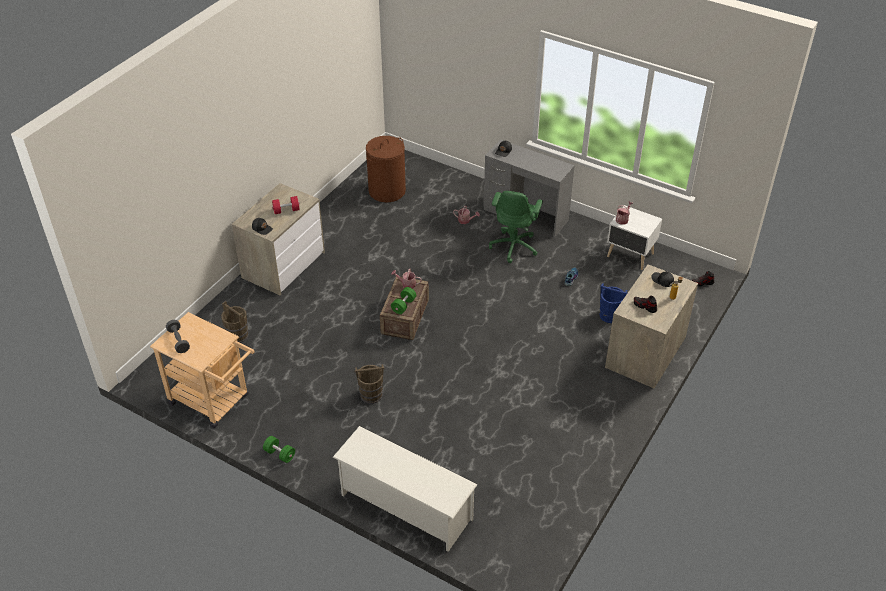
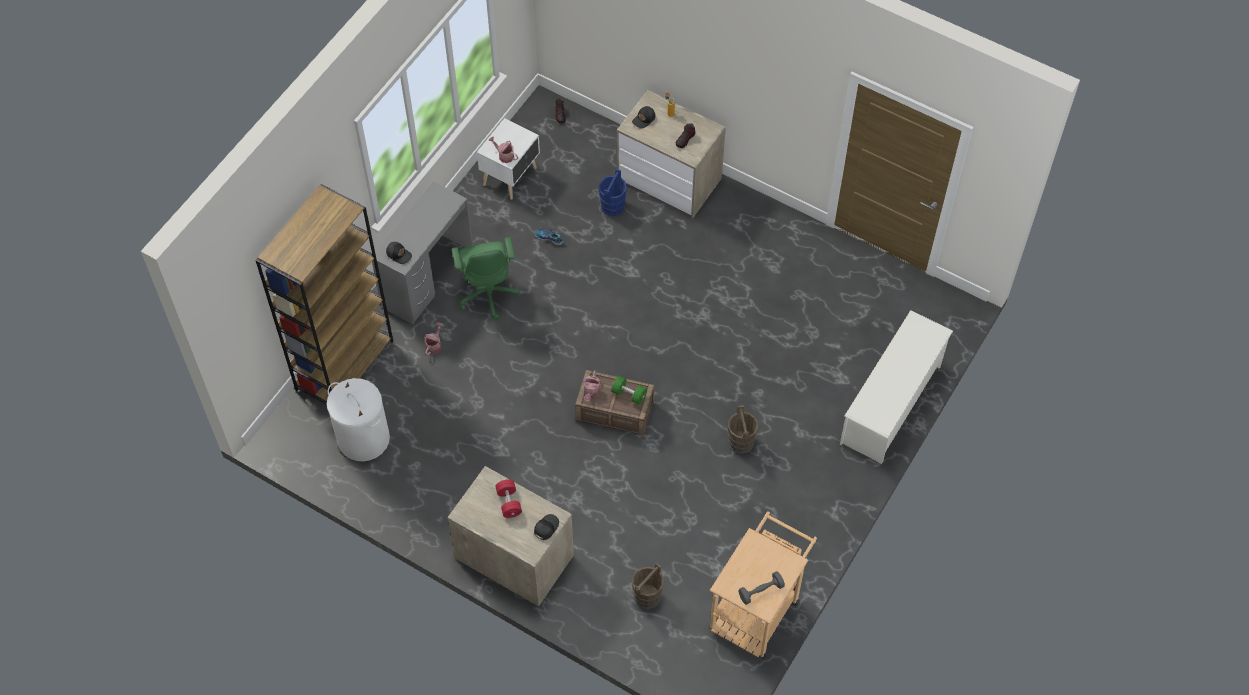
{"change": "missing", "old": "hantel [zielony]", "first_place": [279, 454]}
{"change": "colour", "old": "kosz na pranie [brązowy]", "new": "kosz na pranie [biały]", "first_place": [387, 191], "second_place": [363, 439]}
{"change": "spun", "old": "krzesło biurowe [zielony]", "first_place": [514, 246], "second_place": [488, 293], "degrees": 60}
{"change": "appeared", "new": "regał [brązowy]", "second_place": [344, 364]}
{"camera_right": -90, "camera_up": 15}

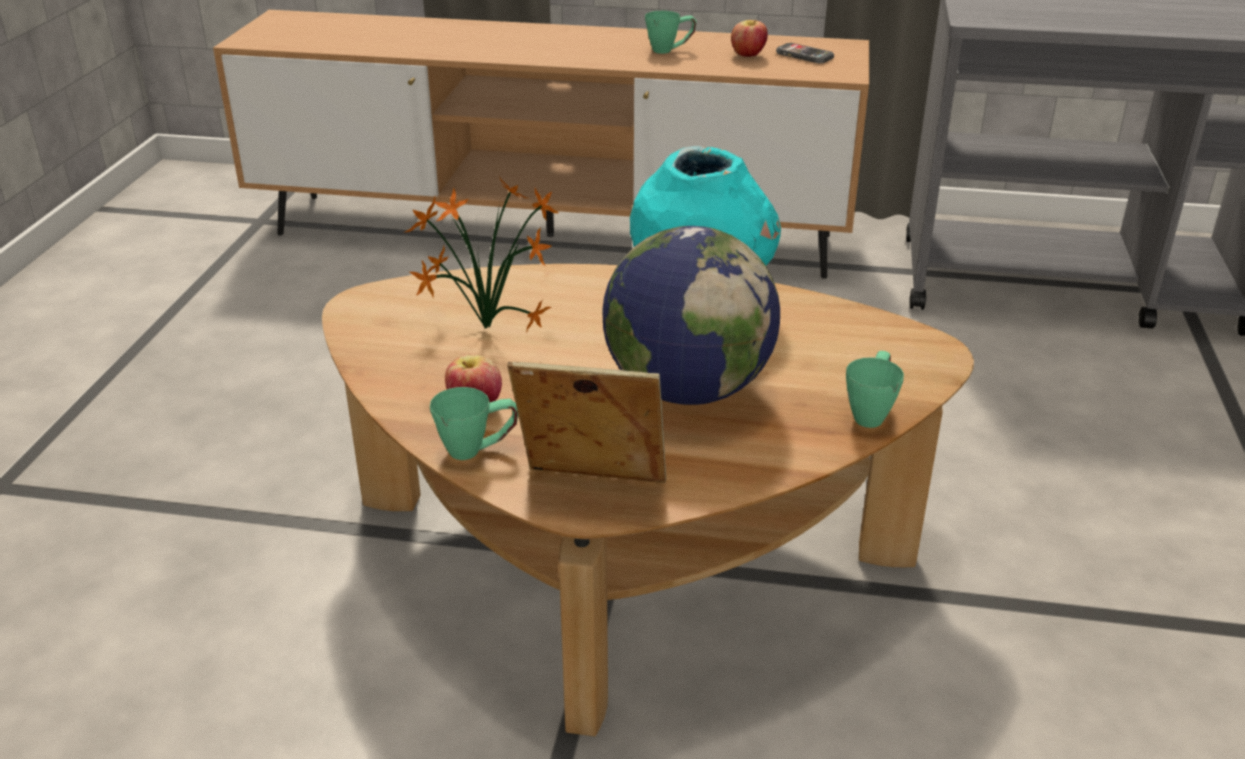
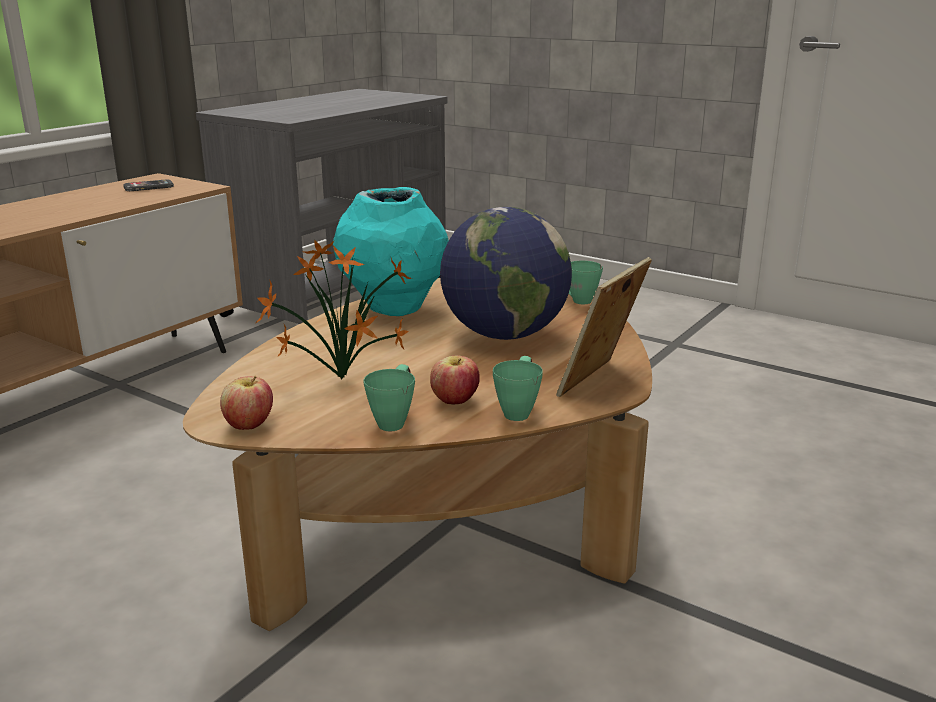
{"change": "relocated", "old": "kubek [zielony]", "first_place": [670, 50], "second_place": [394, 420]}
{"change": "relocated", "old": "jabłko", "first_place": [748, 55], "second_place": [249, 425]}
{"camera_right": -65, "camera_up": -10}

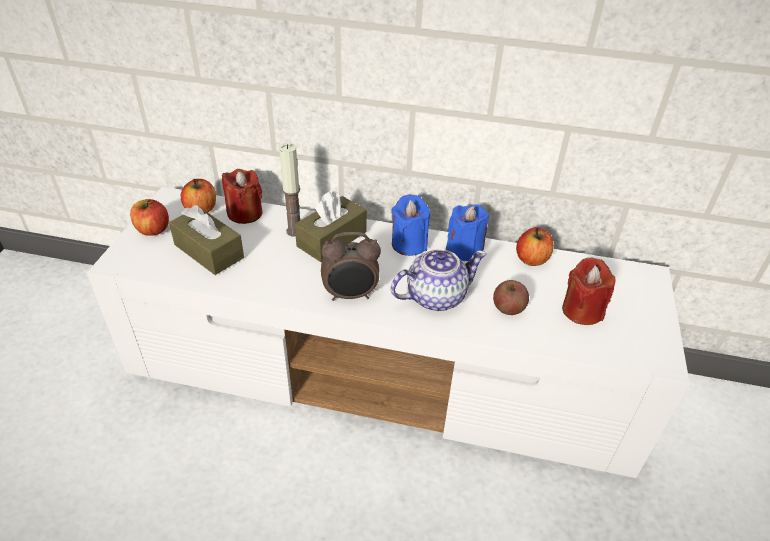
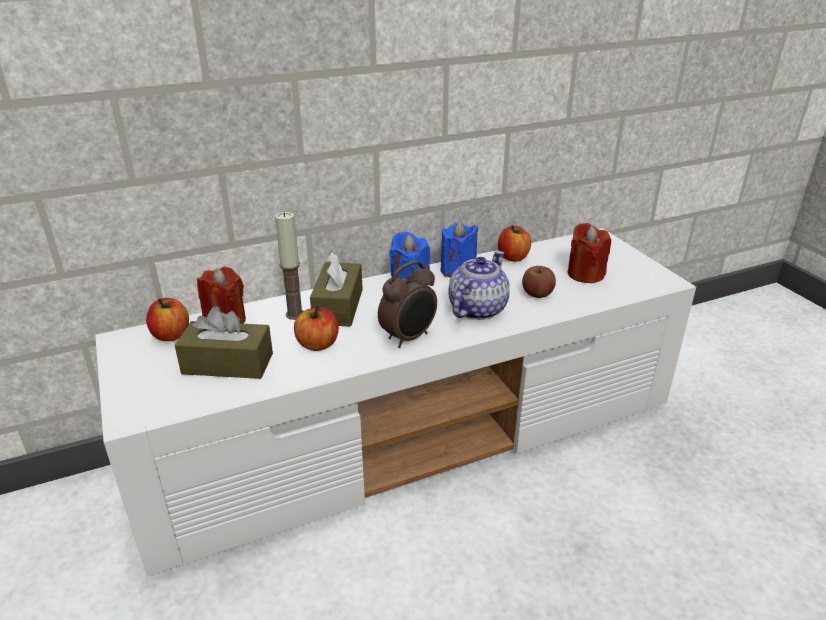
{"change": "relocated", "old": "jabłko", "first_place": [153, 230], "second_place": [317, 344]}
{"camera_right": -35, "camera_up": -10}

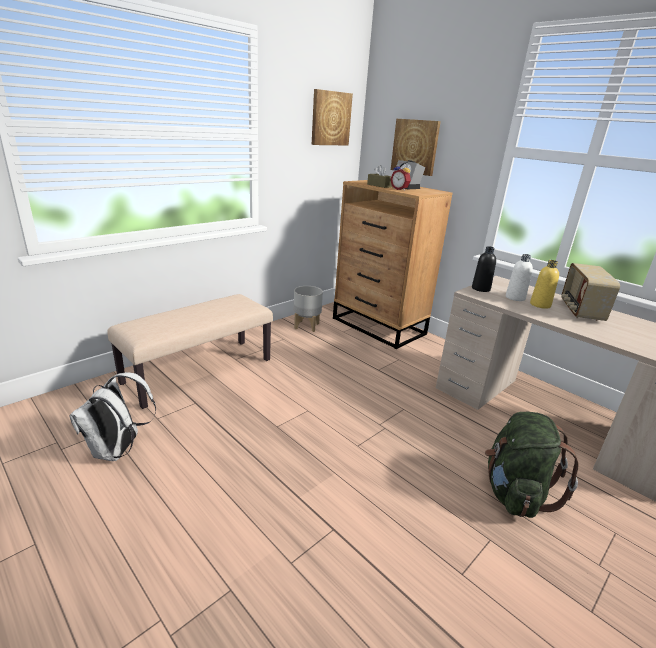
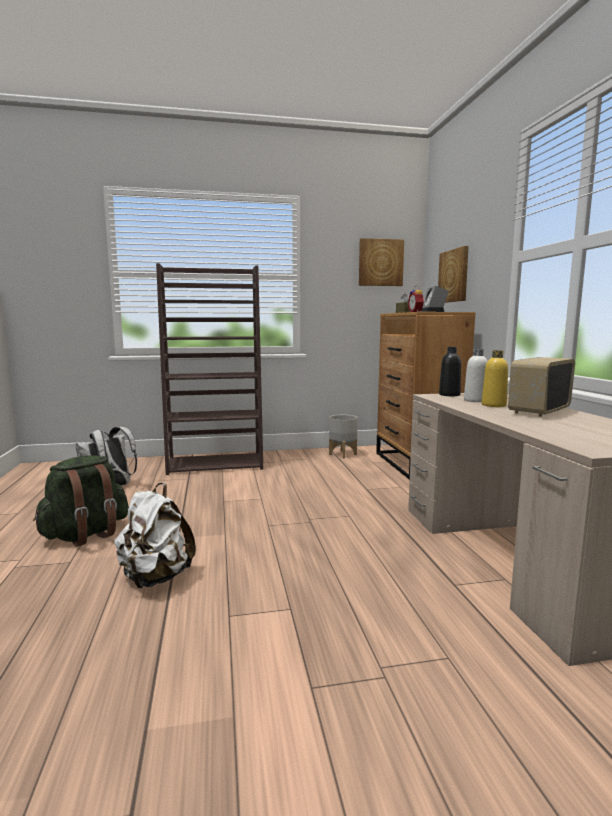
{"change": "exchanged", "old": "ławka [beżowy]", "new": "regał [brązowy]", "first_place": [199, 370], "second_place": [216, 464]}
{"change": "relocated", "old": "plecak [zielony]", "first_place": [514, 493], "second_place": [86, 534]}
{"change": "appeared", "new": "plecak [biały]", "second_place": [155, 578]}
{"camera_right": 35, "camera_up": -15}

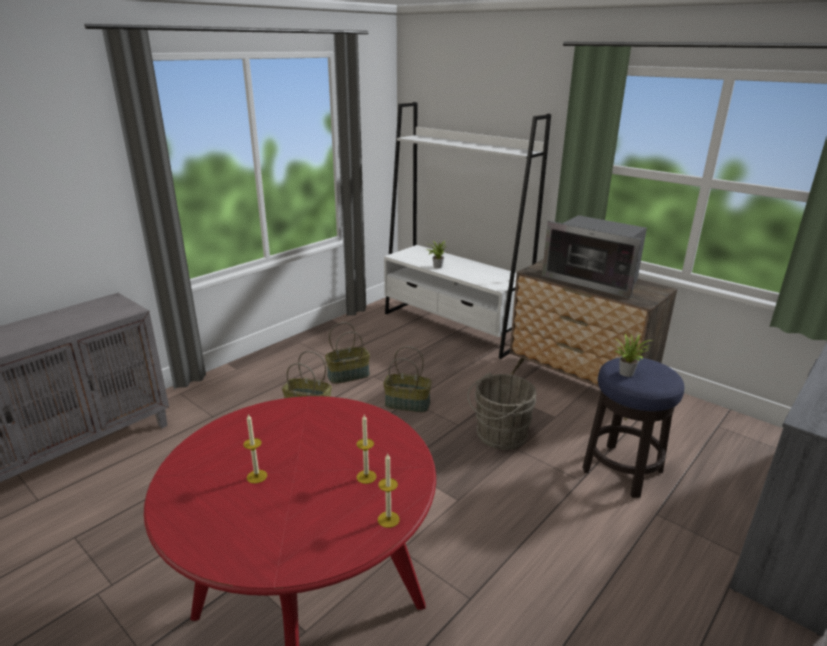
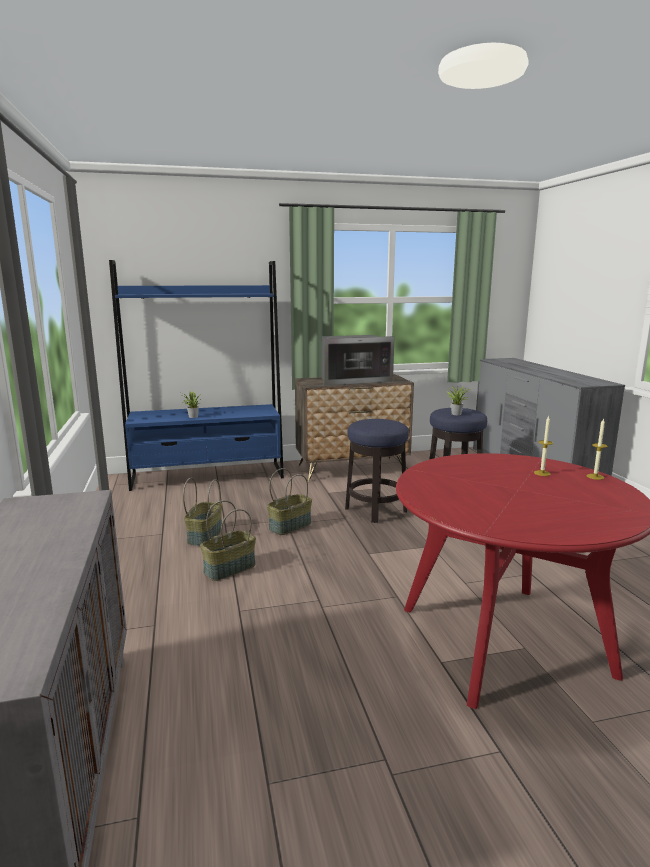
{"change": "missing", "old": "świeca", "first_place": [257, 476]}
{"change": "colour", "old": "regał [biały]", "new": "regał [niebieski]", "first_place": [453, 327], "second_place": [208, 476]}
{"change": "exchanged", "old": "wiadro [szary]", "new": "stołek", "first_place": [498, 436], "second_place": [376, 510]}
{"camera_right": -55, "camera_up": -10}

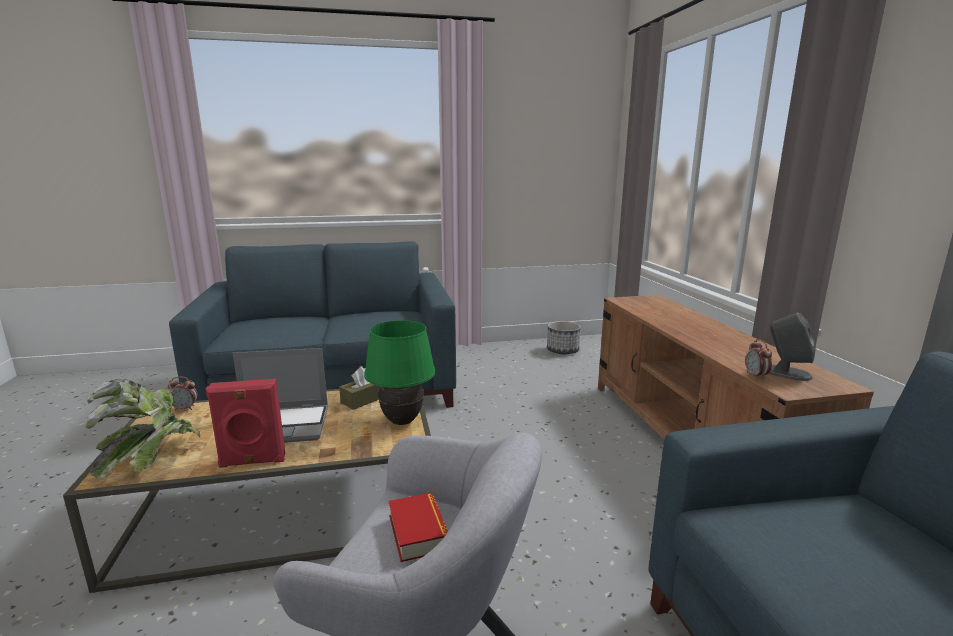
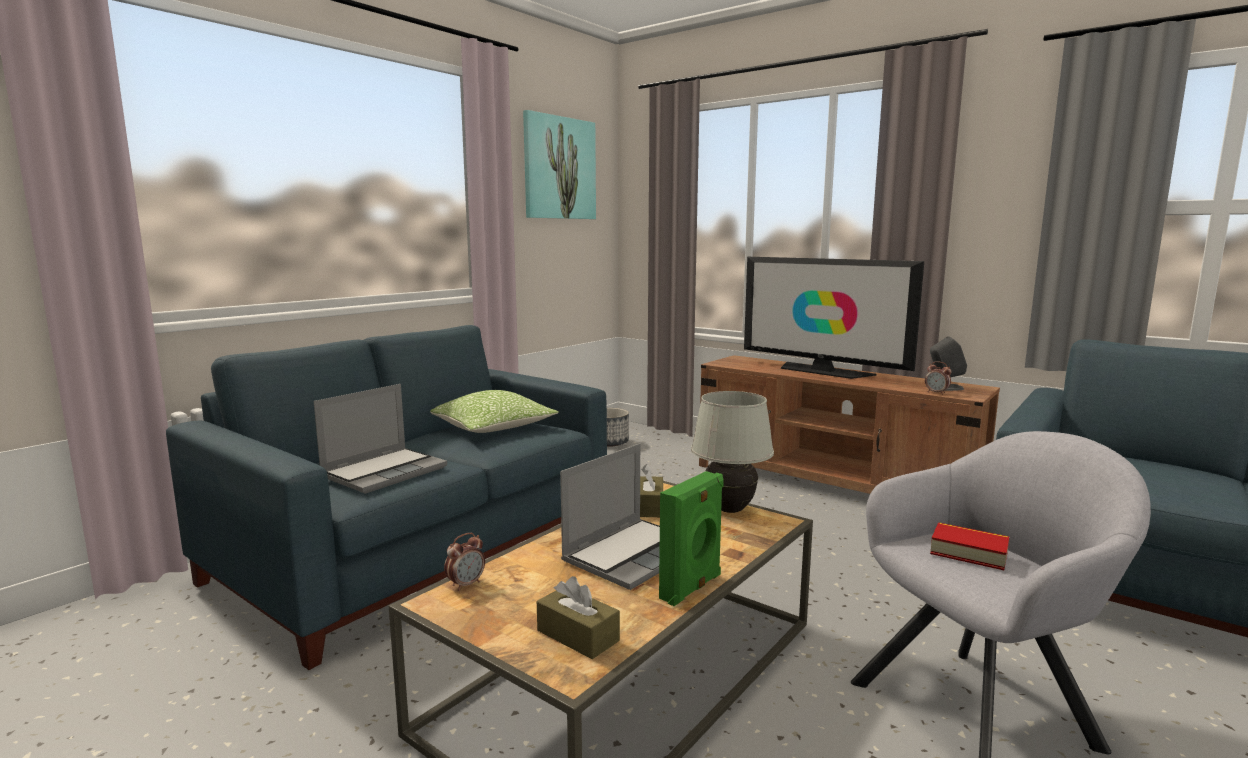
{"change": "exchanged", "old": "roślina doniczkowa", "new": "pudełko chusteczek [brązowy]", "first_place": [150, 459], "second_place": [578, 636]}
{"change": "colour", "old": "głośnik [czerwony]", "new": "głośnik [zielony]", "first_place": [252, 462], "second_place": [692, 588]}
{"change": "colour", "old": "lampa stołowa [zielony]", "new": "lampa stołowa [biały]", "first_place": [402, 421], "second_place": [730, 509]}
{"change": "appeared", "new": "laptop", "second_place": [385, 472]}
{"change": "appeared", "new": "poduszka", "second_place": [492, 428]}
{"change": "appeared", "new": "obraz", "second_place": [559, 168]}
{"change": "appeared", "new": "telewizor", "second_place": [822, 371]}
{"camera_right": -40, "camera_up": -5}

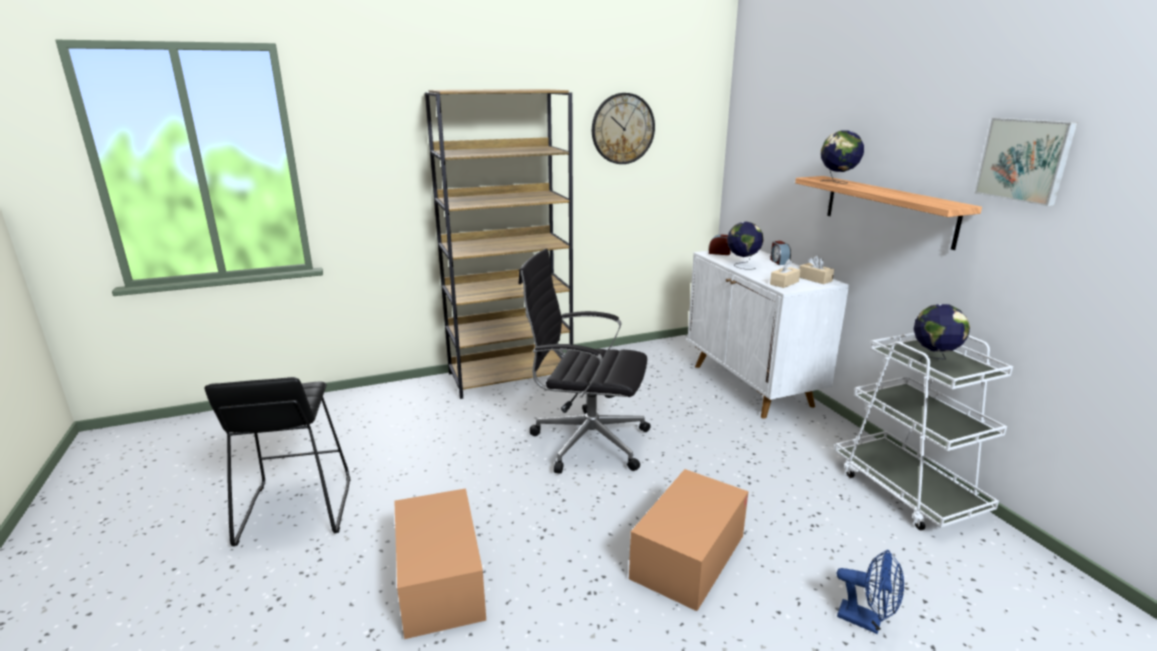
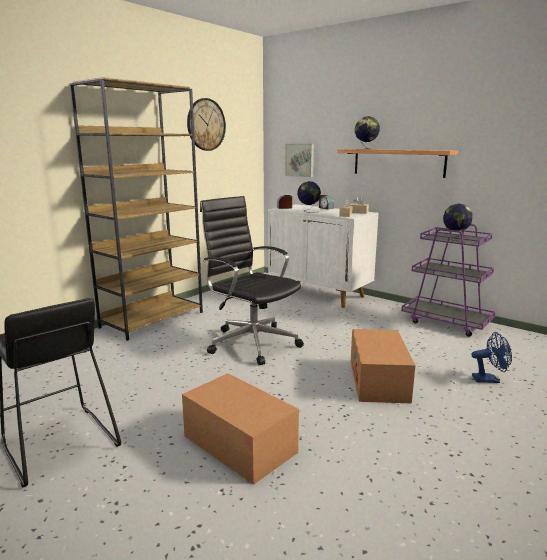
{"change": "spun", "old": "krzesło biurowe [czarny]", "first_place": [586, 441], "second_place": [251, 342], "degrees": 60}
{"change": "colour", "old": "wózek [biały]", "new": "wózek [fioletowy]", "first_place": [907, 491], "second_place": [446, 322]}
{"change": "relocated", "old": "obraz", "first_place": [1025, 160], "second_place": [300, 160]}
{"camera_right": -30, "camera_up": -5}

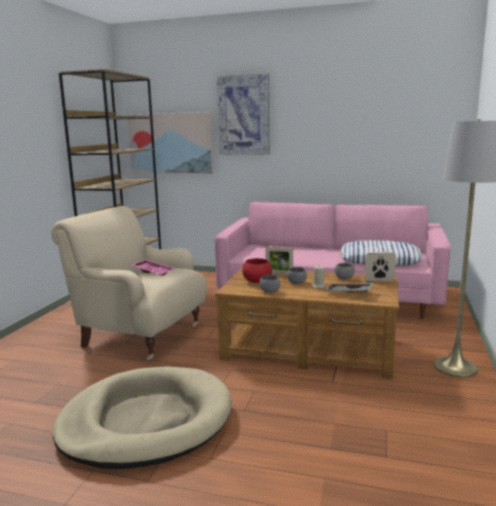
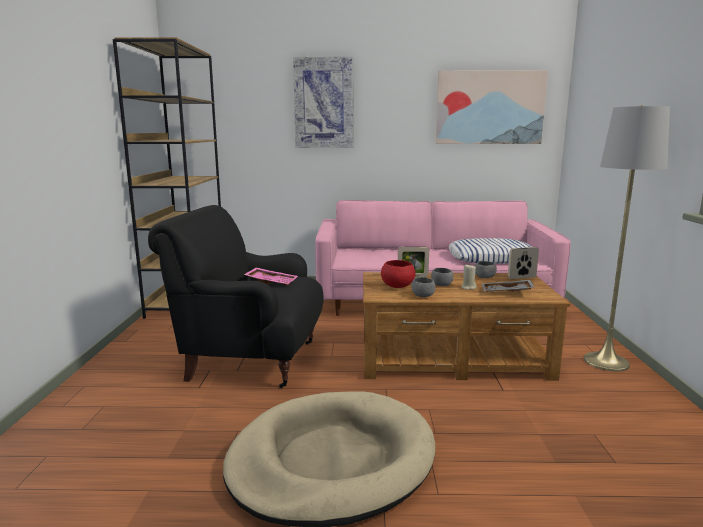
{"change": "colour", "old": "fotel [beżowy]", "new": "fotel [czarny]", "first_place": [140, 335], "second_place": [250, 360]}
{"change": "relocated", "old": "obraz", "first_place": [170, 143], "second_place": [489, 107]}
{"camera_right": -15, "camera_up": 0}

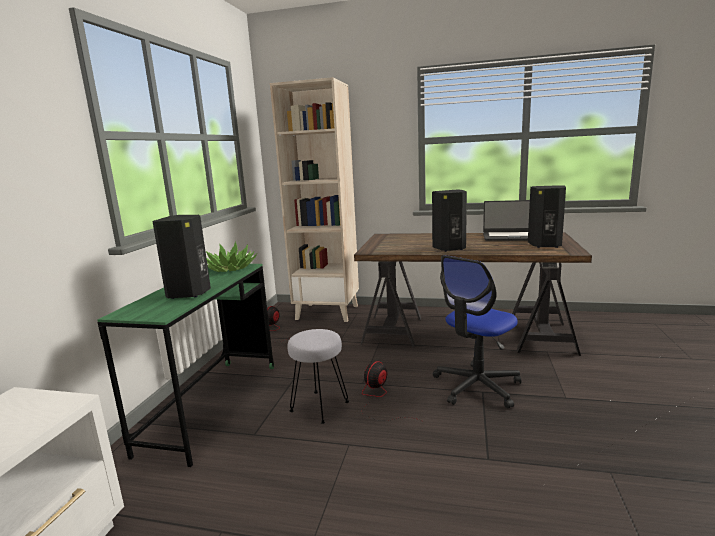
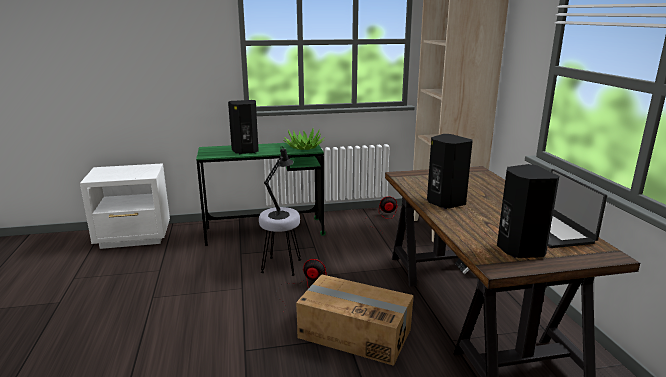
{"change": "exchanged", "old": "krzesło biurowe", "new": "karton", "first_place": [476, 386], "second_place": [355, 333]}
{"change": "appeared", "new": "lampa stołowa [czarny]", "second_place": [280, 214]}
{"camera_right": 65, "camera_up": 5}

